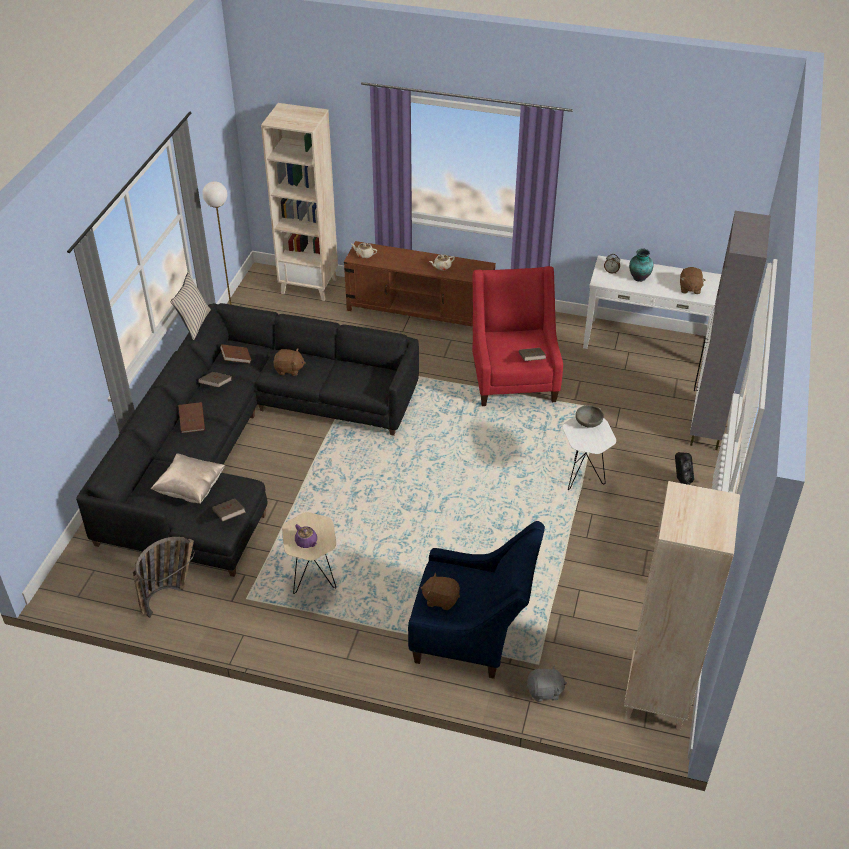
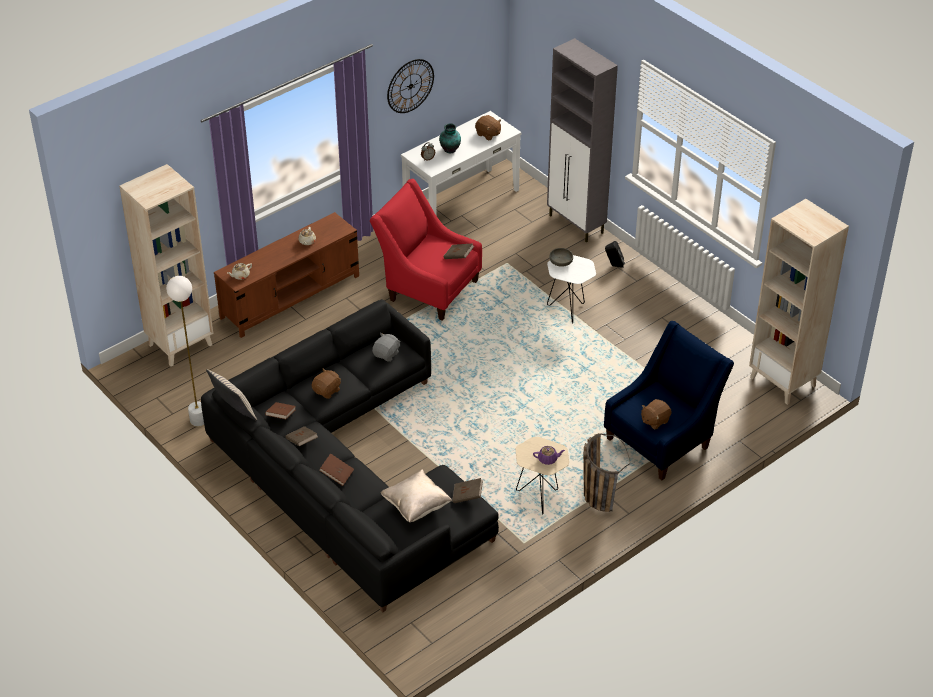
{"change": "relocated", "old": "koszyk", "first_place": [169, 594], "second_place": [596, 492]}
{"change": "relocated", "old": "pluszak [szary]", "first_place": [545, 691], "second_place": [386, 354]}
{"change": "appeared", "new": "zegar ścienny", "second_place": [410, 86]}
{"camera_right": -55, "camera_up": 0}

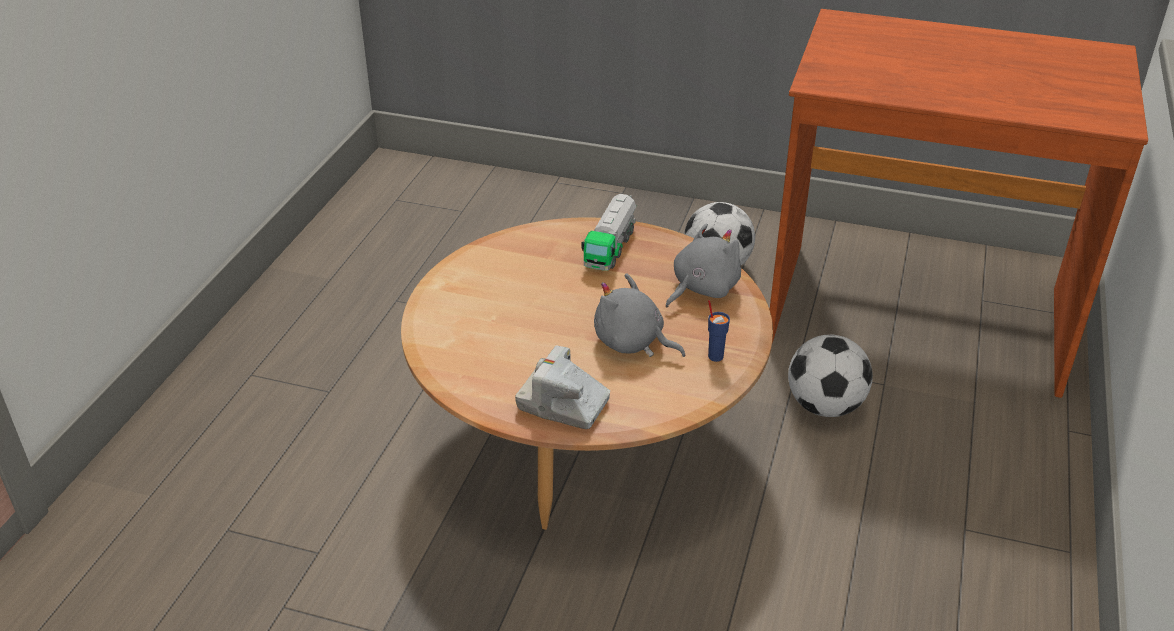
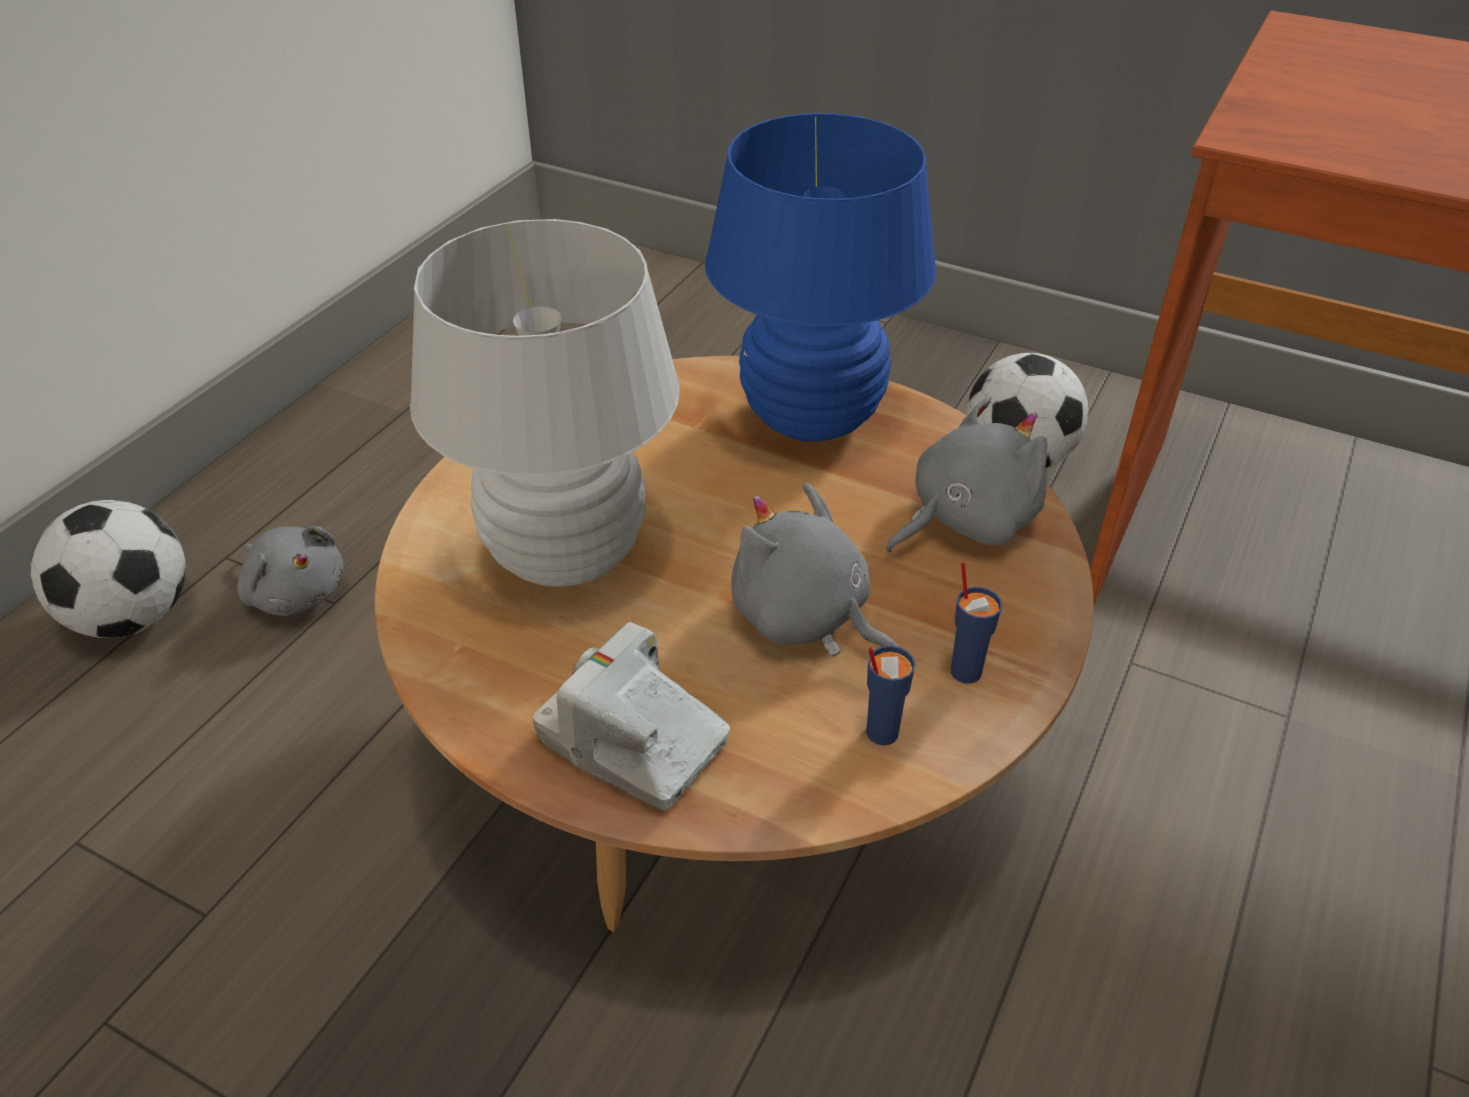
{"change": "exchanged", "old": "ciężarówka zabawkowa", "new": "lampa stołowa [niebieski]", "first_place": [610, 247], "second_place": [812, 419]}
{"change": "relocated", "old": "piłka futbolowa", "first_place": [825, 406], "second_place": [132, 617]}
{"change": "appeared", "new": "pluszak [szary]", "second_place": [295, 592]}
{"change": "appeared", "new": "lampa stołowa [biały]", "second_place": [566, 556]}
{"change": "appeared", "new": "filiżanka [niebieski]", "second_place": [881, 732]}
{"camera_right": 10, "camera_up": 5}

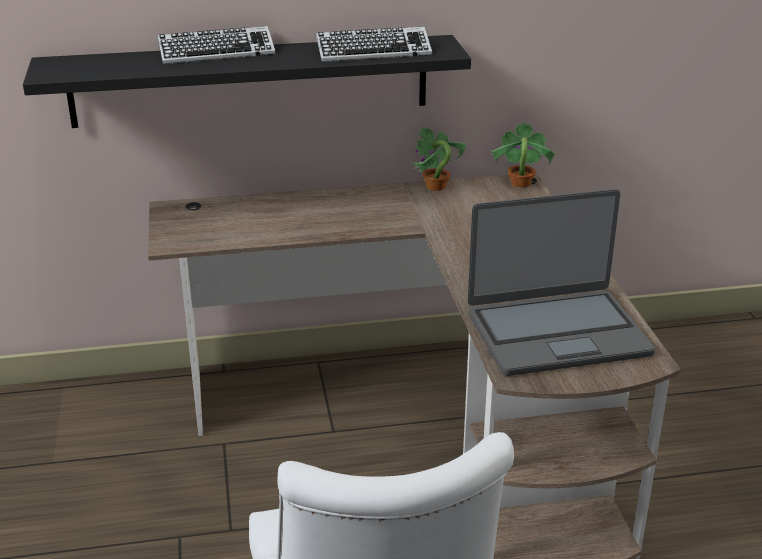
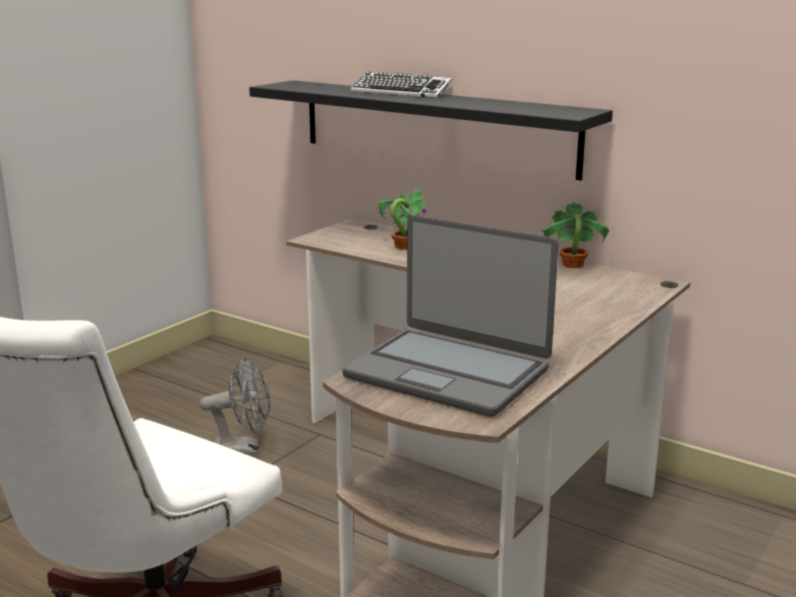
{"change": "missing", "old": "klawiatura", "first_place": [373, 52]}
{"change": "relocated", "old": "roślina doniczkowa", "first_place": [520, 183], "second_place": [404, 246]}
{"change": "appeared", "new": "wentylator [szary]", "second_place": [244, 449]}
{"camera_right": 45, "camera_up": -10}

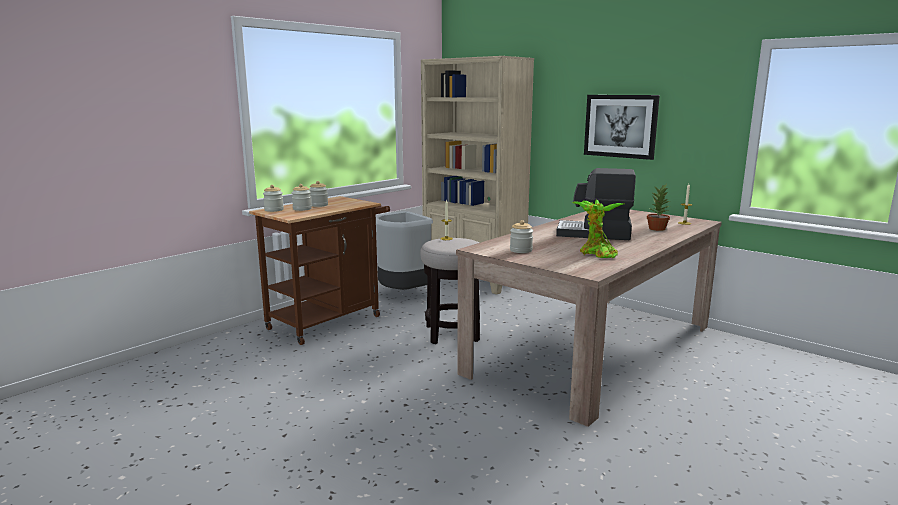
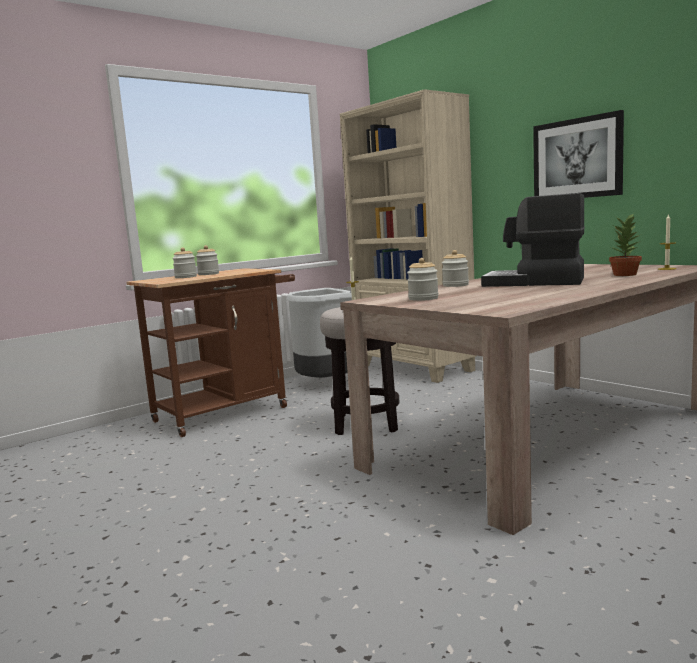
{"change": "relocated", "old": "słoik", "first_place": [274, 210], "second_place": [455, 285]}
{"change": "missing", "old": "roślina doniczkowa", "first_place": [596, 254]}
{"camera_right": 10, "camera_up": -5}

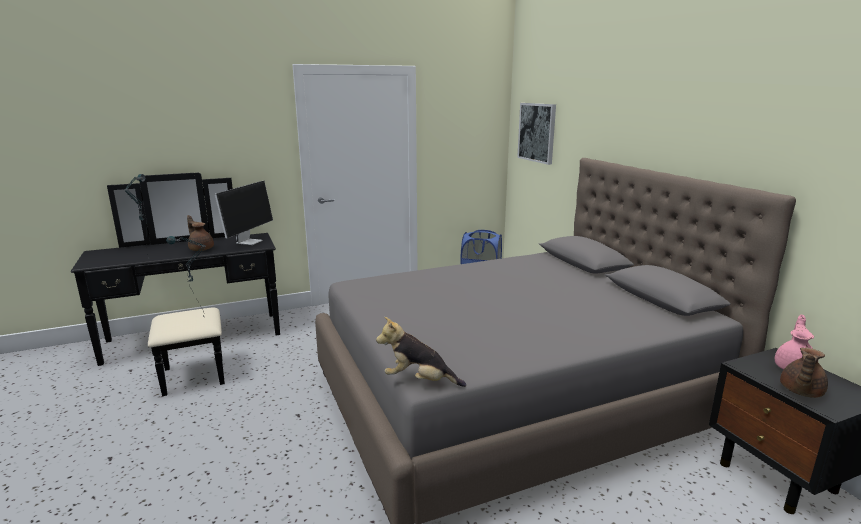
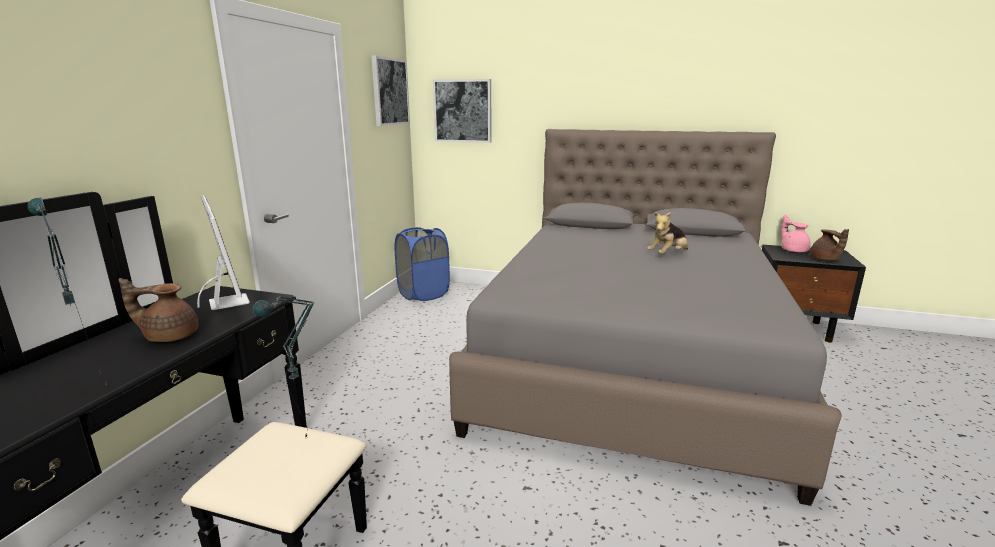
{"change": "relocated", "old": "pluszak", "first_place": [419, 381], "second_place": [668, 255]}
{"change": "appeared", "new": "obraz", "second_place": [390, 92]}
{"camera_right": -50, "camera_up": 0}

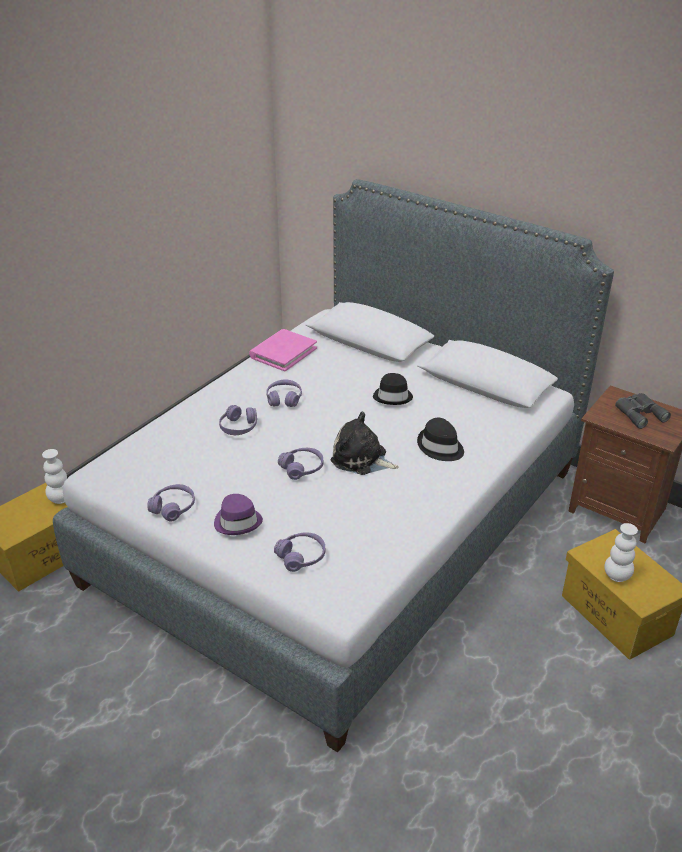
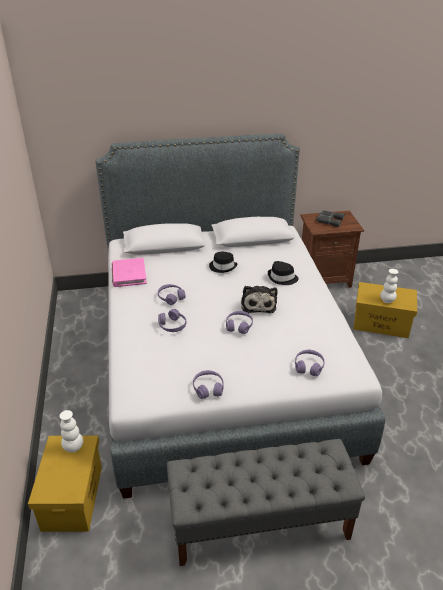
{"change": "missing", "old": "kapelusz [fioletowy]", "first_place": [238, 521]}
{"change": "spun", "old": "pluszak", "first_place": [361, 459], "second_place": [258, 304], "degrees": -75}
{"change": "appeared", "new": "ławka [szary]", "second_place": [260, 523]}
{"camera_right": -45, "camera_up": 0}

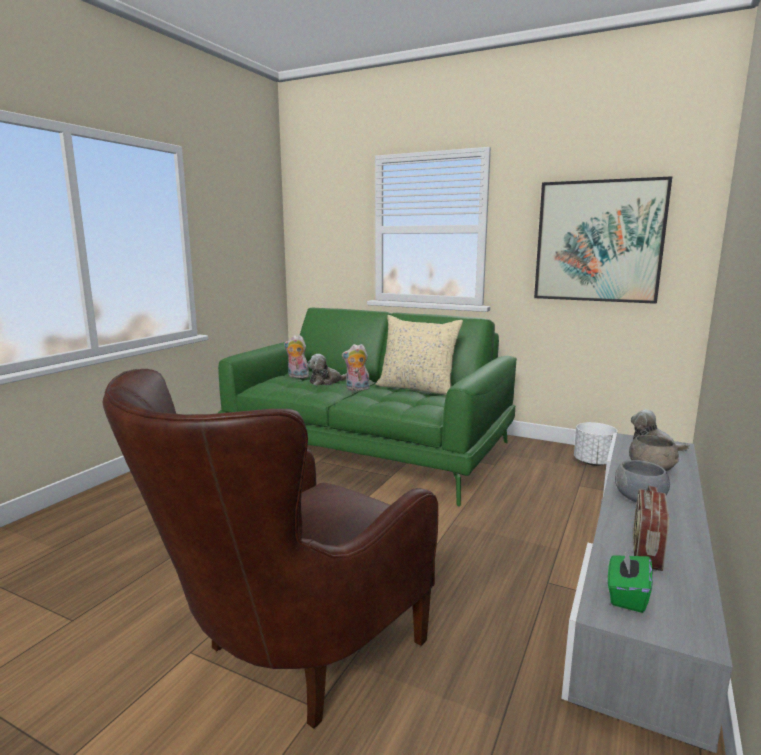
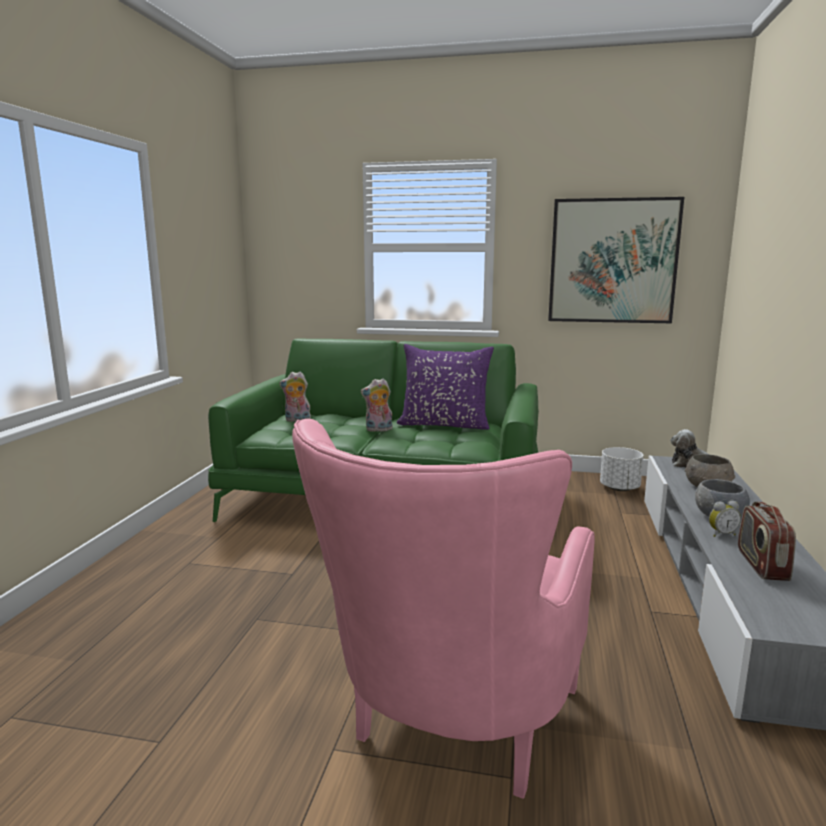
{"change": "colour", "old": "fotel [brązowy]", "new": "fotel [różowy]", "first_place": [290, 660], "second_place": [452, 735]}
{"change": "missing", "old": "pluszak", "first_place": [326, 382]}
{"change": "colour", "old": "poduszka [beżowy]", "new": "poduszka [fioletowy]", "first_place": [417, 388], "second_place": [444, 424]}
{"change": "missing", "old": "pudełko chusteczek [zielony]", "first_place": [626, 595]}
{"change": "appeared", "new": "budzik", "second_place": [721, 534]}
{"camera_right": -15, "camera_up": 0}

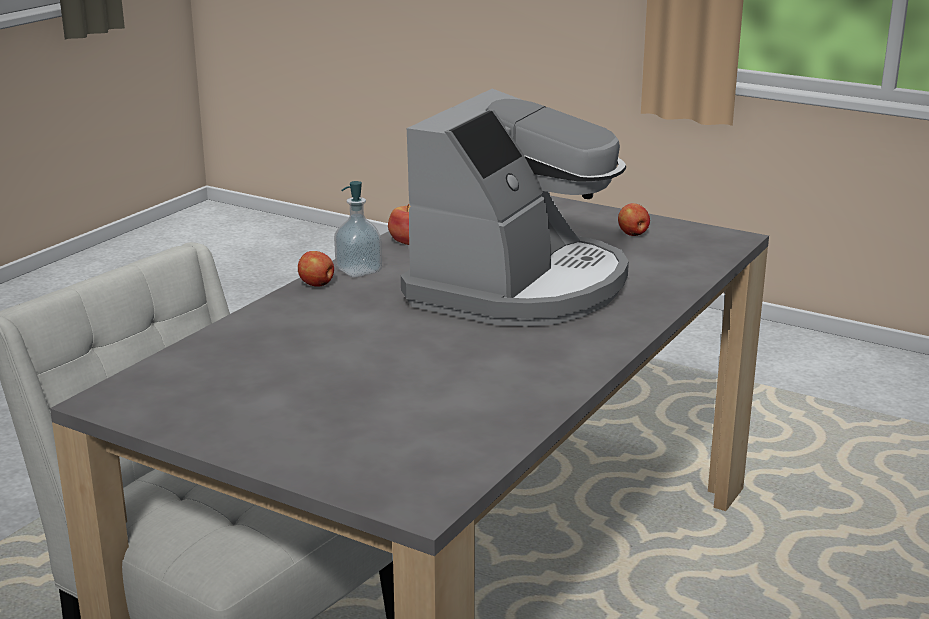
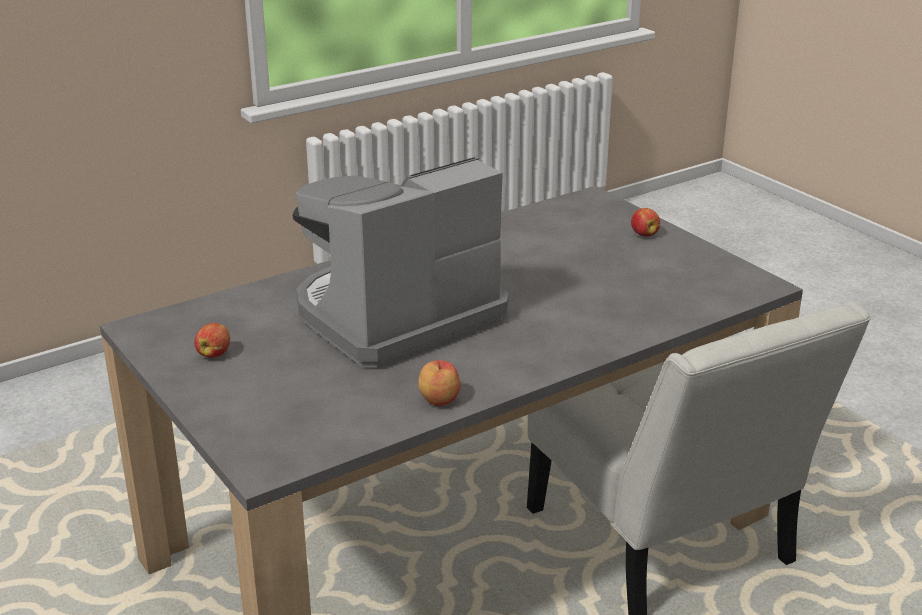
{"change": "relocated", "old": "jabłko", "first_place": [317, 284], "second_place": [644, 234]}
{"change": "missing", "old": "dozownik mydła", "first_place": [358, 271]}
{"camera_right": -155, "camera_up": 5}

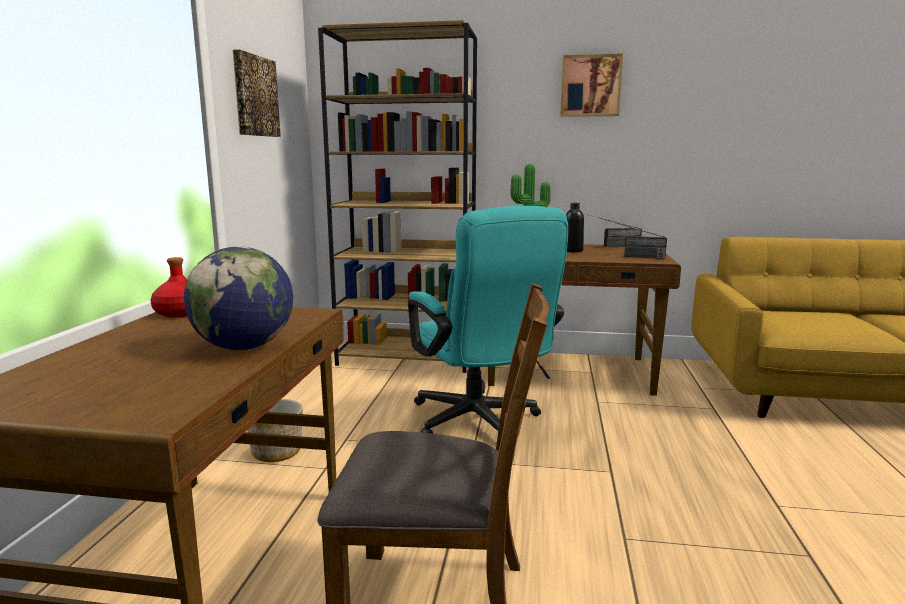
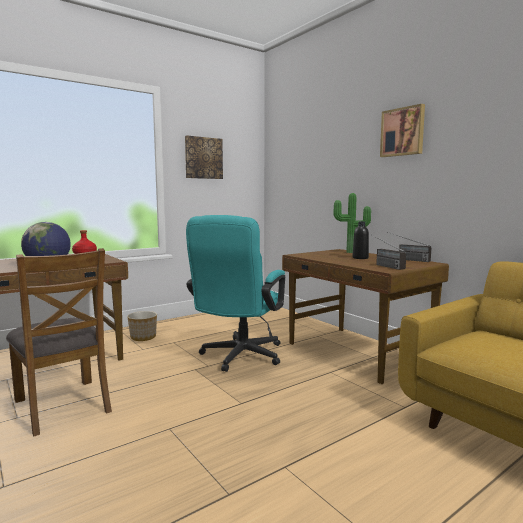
{"change": "missing", "old": "regał [brązowy]", "first_place": [408, 357]}
{"camera_right": 45, "camera_up": -5}

